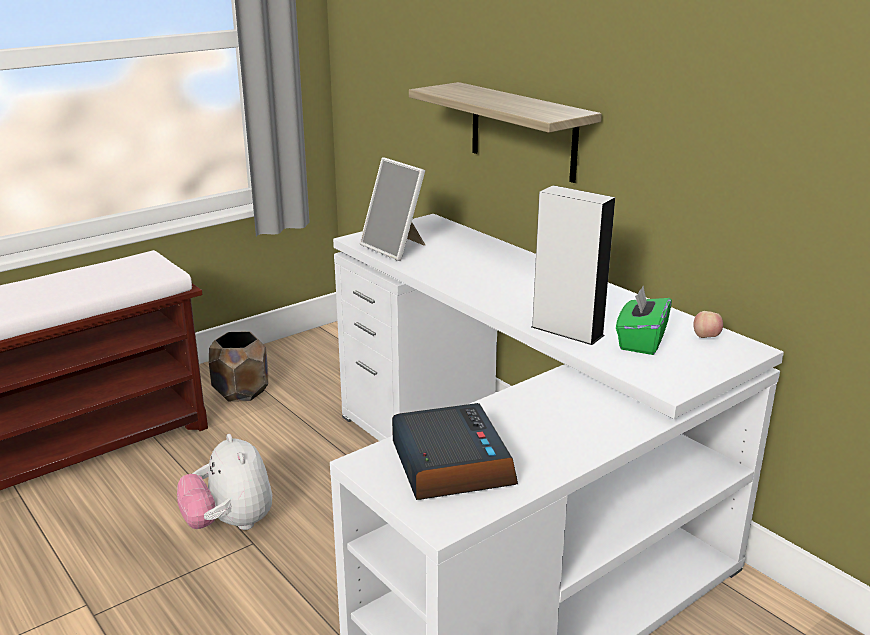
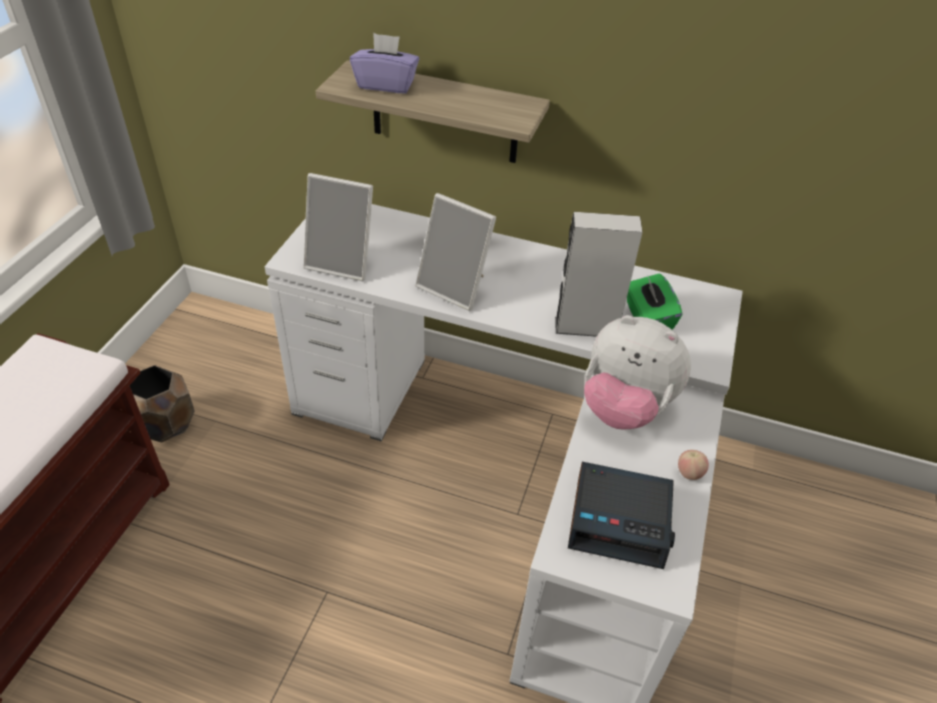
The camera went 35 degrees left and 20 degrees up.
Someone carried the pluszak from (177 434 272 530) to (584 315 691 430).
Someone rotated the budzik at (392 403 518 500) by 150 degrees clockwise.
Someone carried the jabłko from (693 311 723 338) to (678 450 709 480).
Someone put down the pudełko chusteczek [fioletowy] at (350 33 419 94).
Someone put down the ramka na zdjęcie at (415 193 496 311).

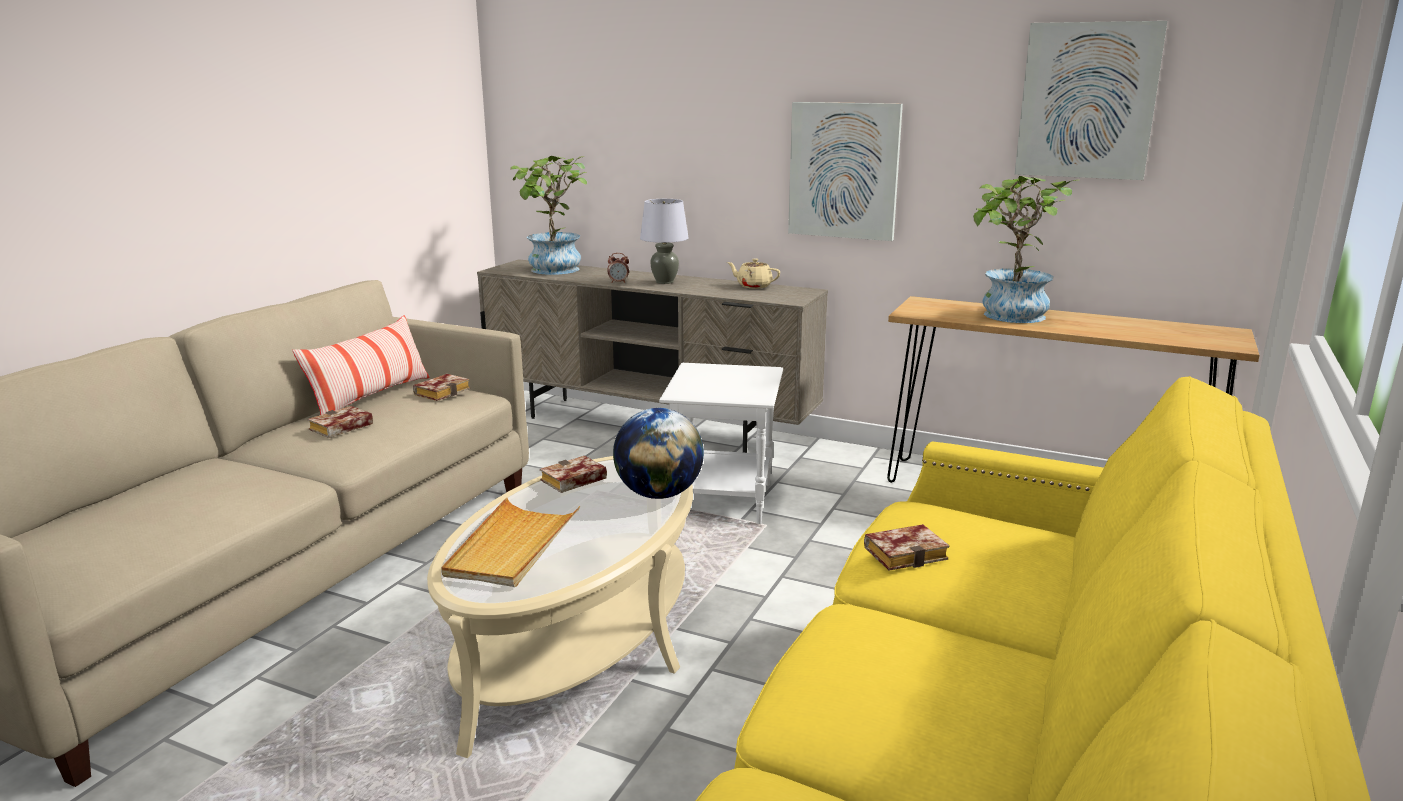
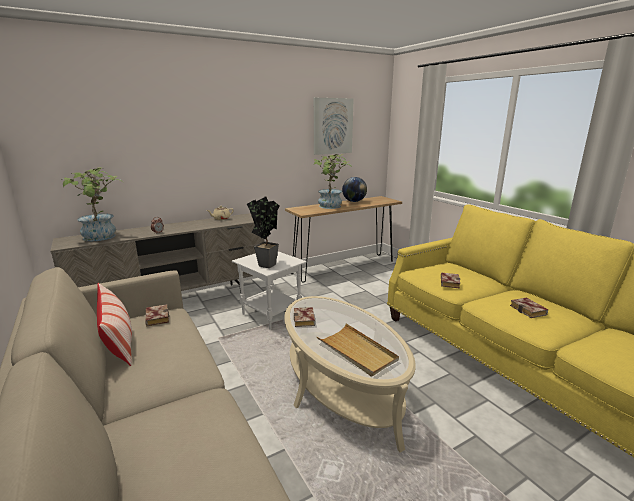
The camera went 55 degrees left and 0 degrees up.
Someone carried the książka from (307 406 373 438) to (510 298 548 318).
Someone carried the globus from (613 408 704 499) to (342 177 367 202).
Someone took away the lampa stołowa [szary] at (640 199 689 284).
Someone took away the obraz at (788 102 903 241).
Someone put down the roślina doniczkowa at (247 197 280 268).

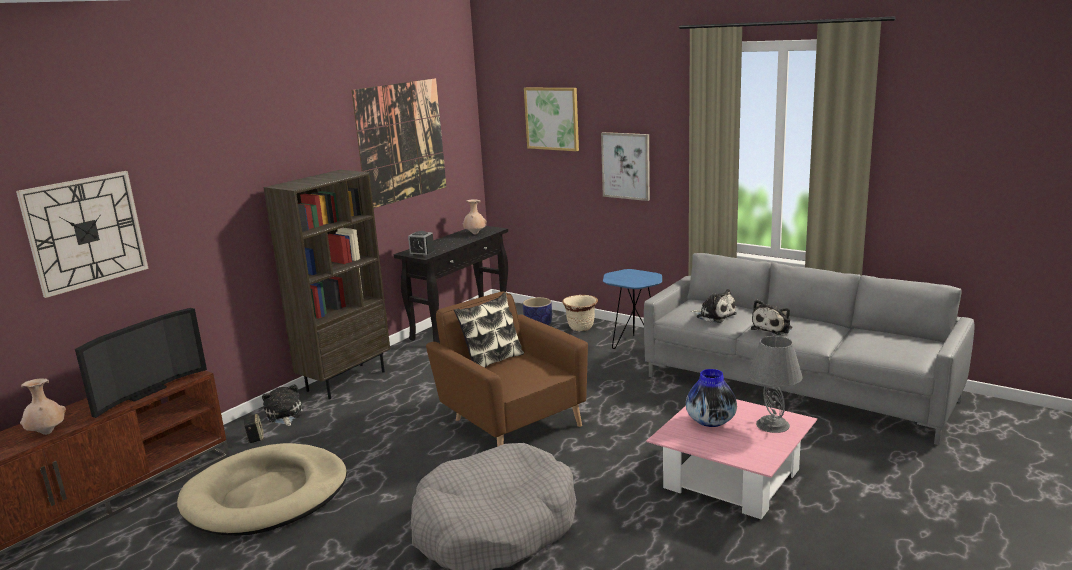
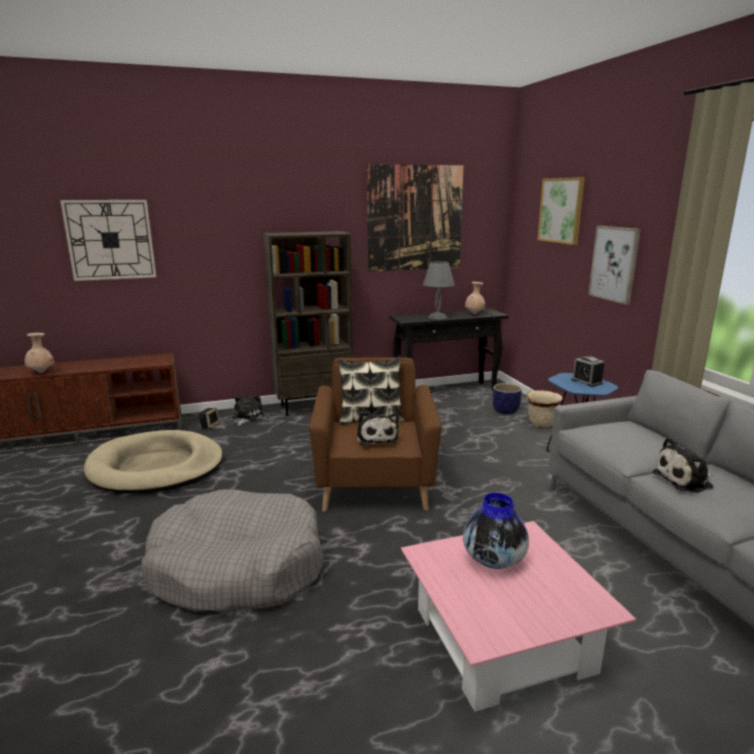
The camera went 35 degrees right and 0 degrees up.
Someone took away the telewizor at (75 308 207 418).
Someone carried the budzik from (408 231 436 257) to (571 356 605 387).
Someone carried the pluszak from (690 289 737 323) to (357 412 399 446).
Someone carried the lampa stołowa [szary] from (748 336 803 433) to (423 261 455 319).

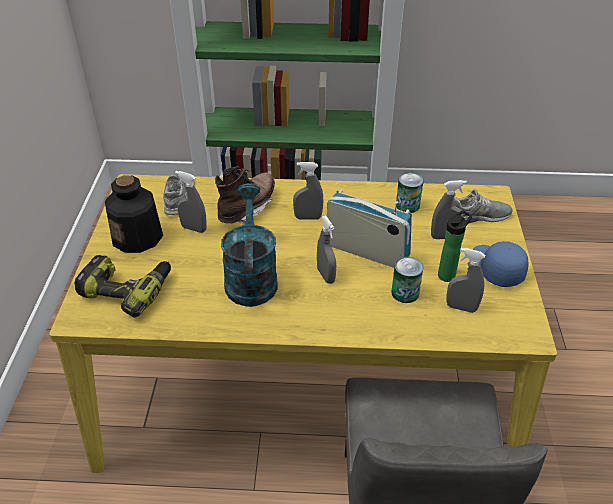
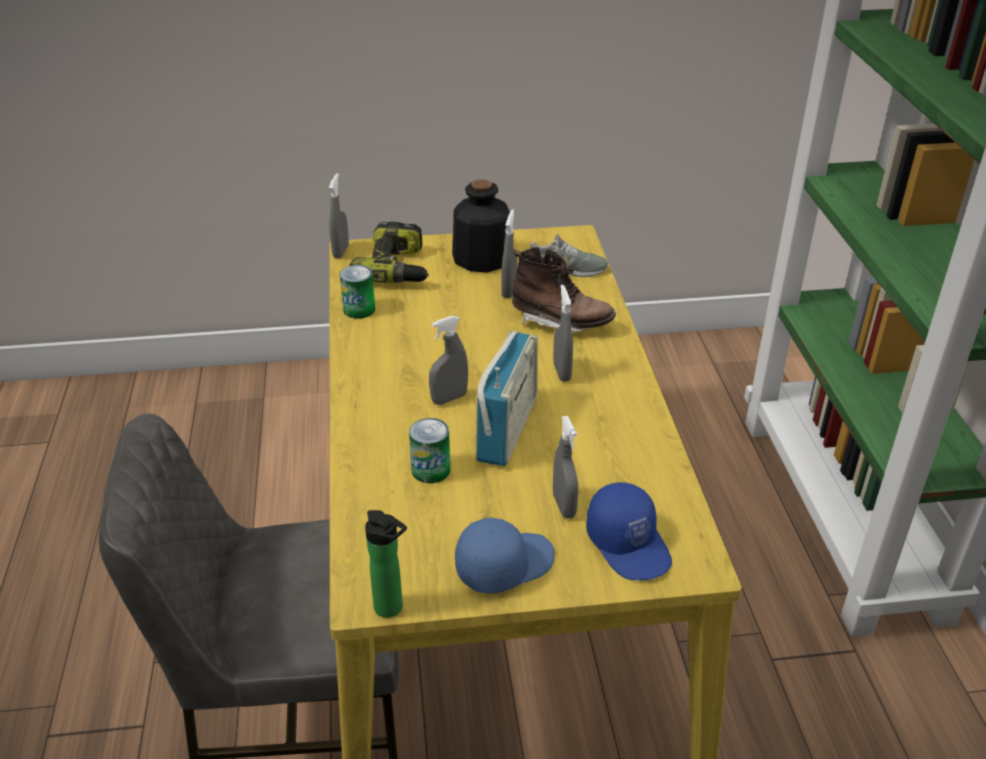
The camera went 80 degrees right and 5 degrees down.
Someone took away the konewka [turkusowy] at (221 183 278 307).
Someone carried the puszka from (396 172 424 213) to (340 265 375 319).
Someone carried the butelka from (438 210 472 282) to (365 510 407 618).
Someone carried the spryskiwacz [szary] from (446 248 485 313) to (329 173 349 258).
Someone swapped the but [szary] at (452 189 512 224) for the czapka z daszkiem [niebieski] at (586 482 672 580).

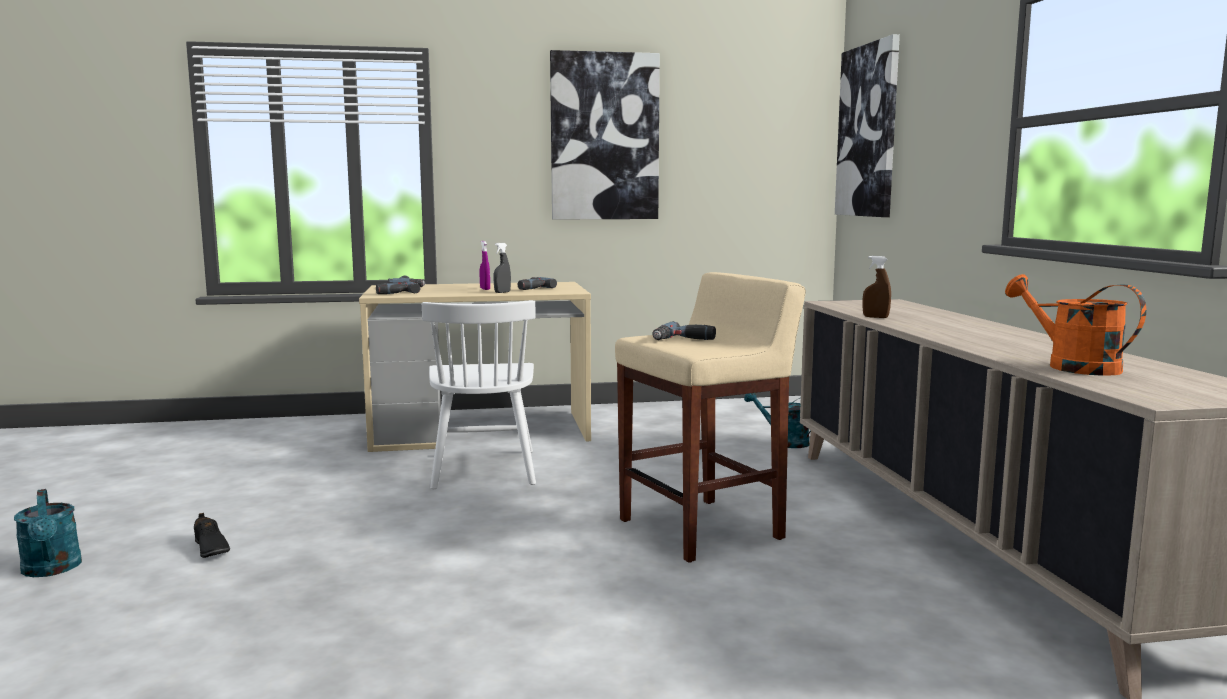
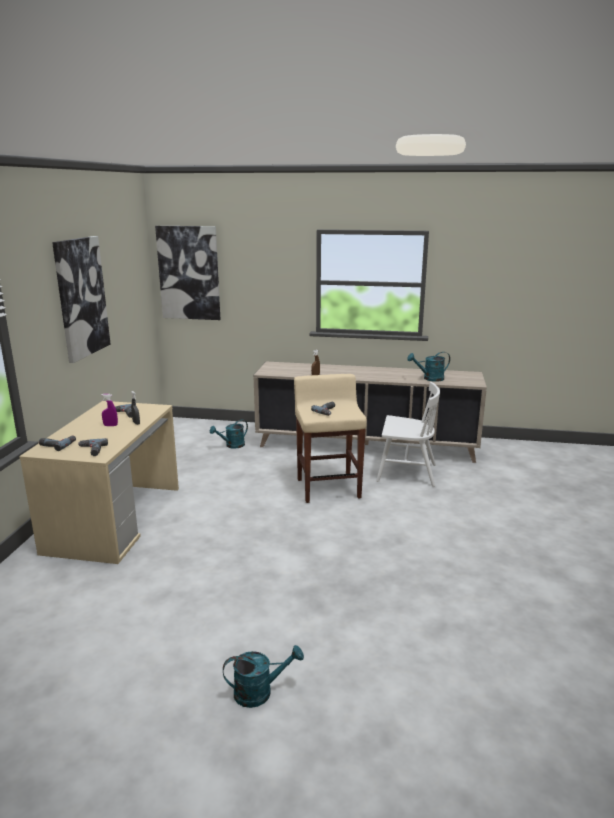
The camera went 70 degrees left and 10 degrees up.
Someone took away the but [czarny] at (194 513 230 558).
Someone carried the krzesło [biały] from (422 300 536 489) to (376 382 440 487).
Someone repainted the konewka [pomarańczowy] at (1005 274 1146 376), which became the konewka [turkusowy] at (407 352 450 382).

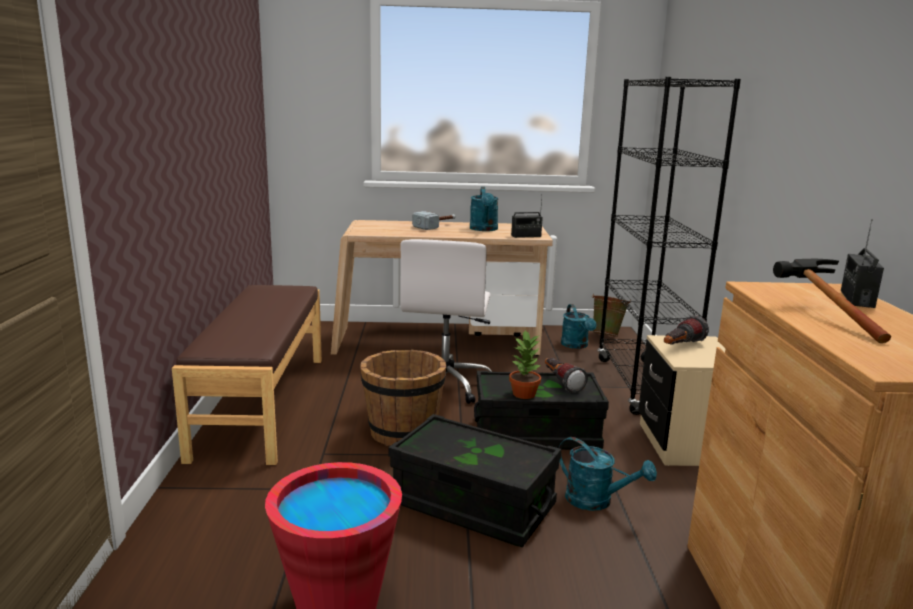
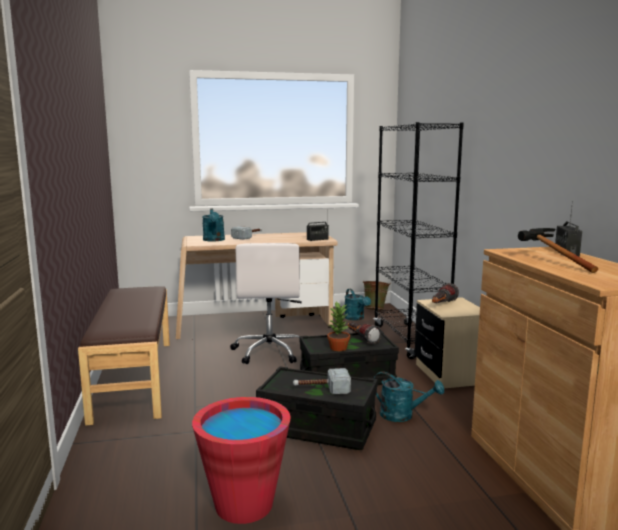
The camera went 10 degrees left and 5 degrees down.
Someone took away the wiadro [brązowy] at (360 349 446 446).
Someone carried the konewka [turkusowy] from (470 187 498 231) to (202 208 225 242).
Someone put down the młotek at (293 368 351 394).

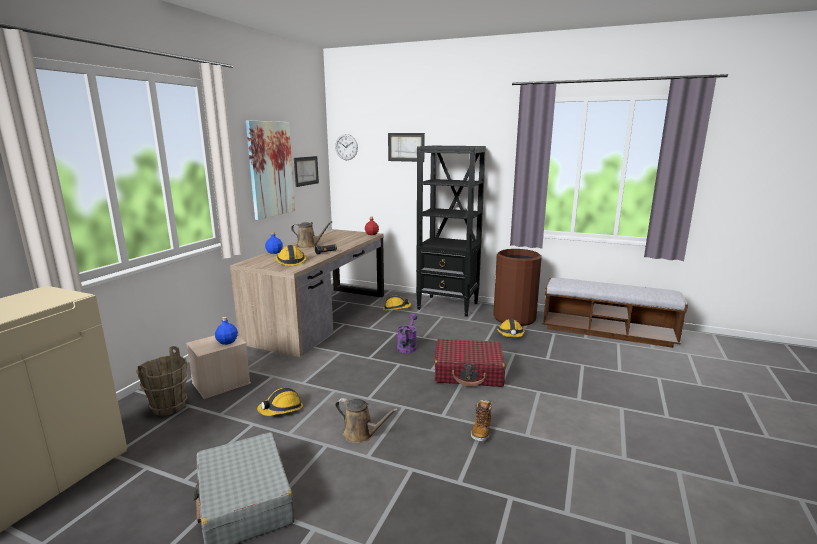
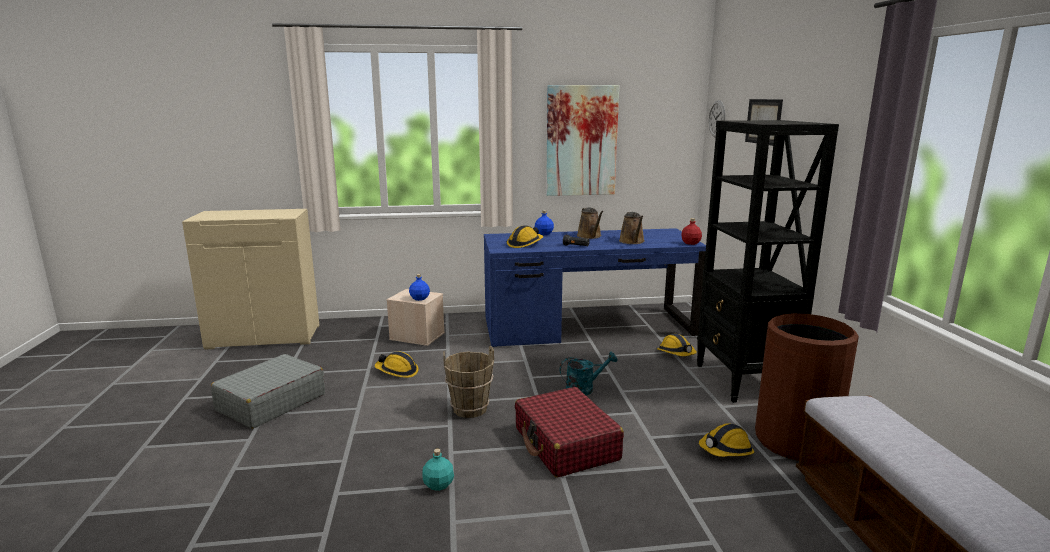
The camera went 60 degrees right and 0 degrees up.
Someone carried the wiadro [brązowy] from (136 346 188 416) to (443 346 494 418).
Someone repainted the biurko [brązowy] at (230 229 384 357), which became the biurko [niebieski] at (484 228 706 347).
Someone took away the obraz at (294 156 319 187).
Someone carried the konewka [brązowy] from (335 398 399 443) to (619 212 645 244).
Someone repainted the konewka [fioletowy] at (397 314 417 353), which became the konewka [turkusowy] at (559 352 618 395).
Someone swapped the but z cholewką at (471 400 492 442) for the butelka [turkusowy] at (422 449 454 491).

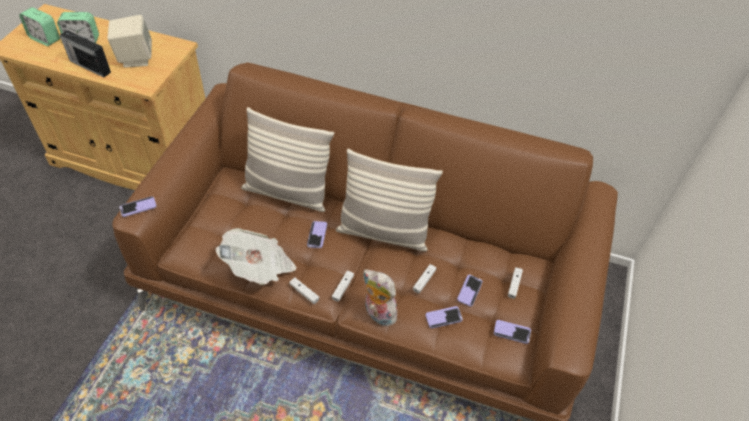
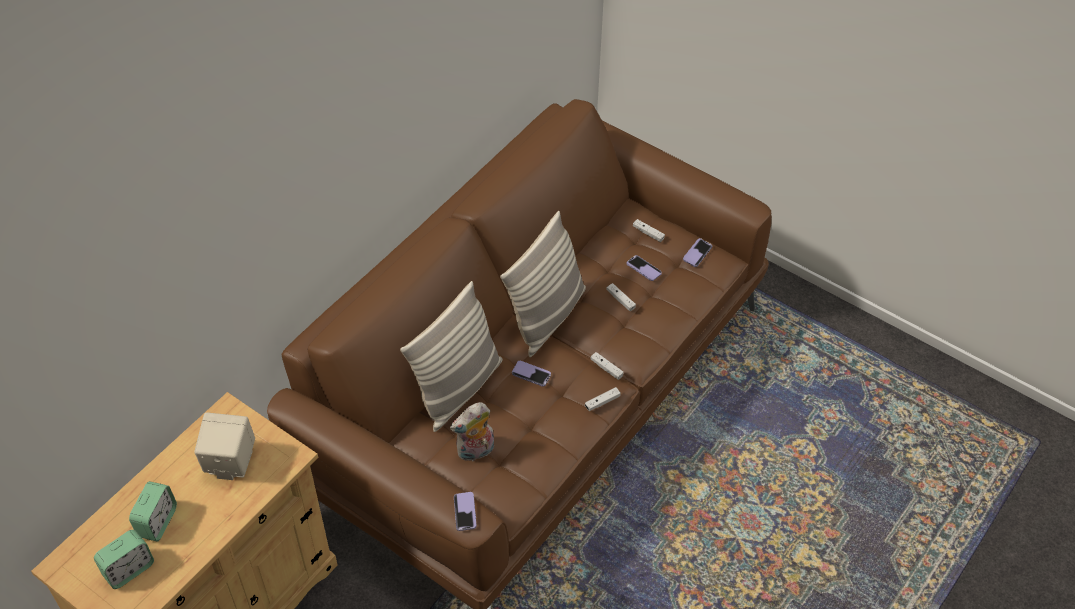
The camera went 70 degrees left and 0 degrees up.
Someone took away the radio at (60 30 111 78).
Someone took away the gazeta at (215 228 296 285).
Someone carried the pluszak from (363 269 401 327) to (450 402 494 461).
Someone took away the telefon at (425 306 463 328).

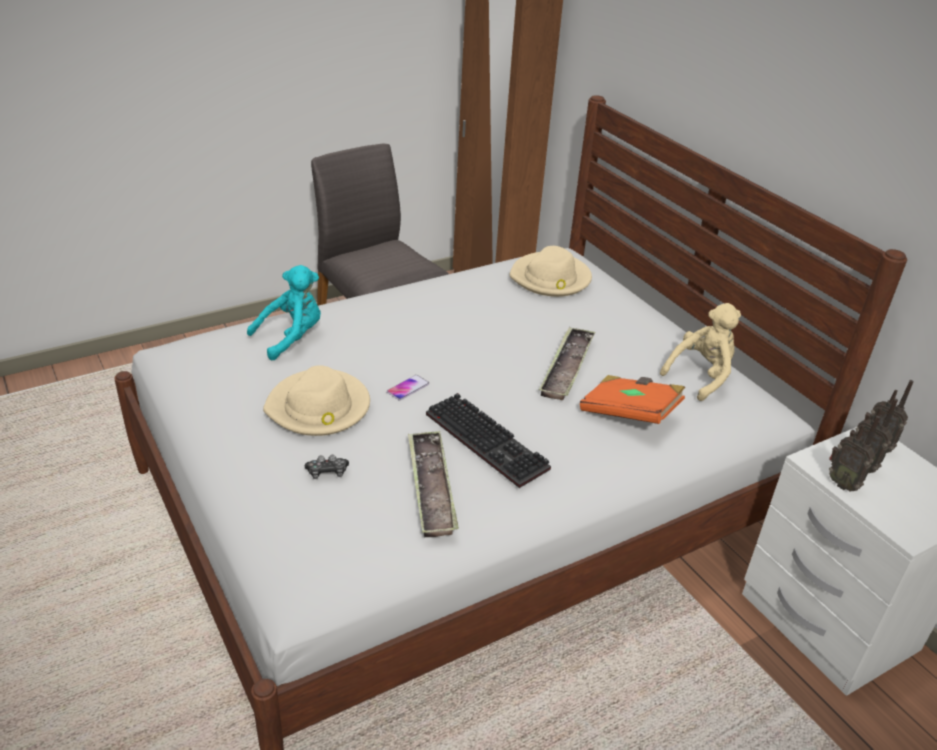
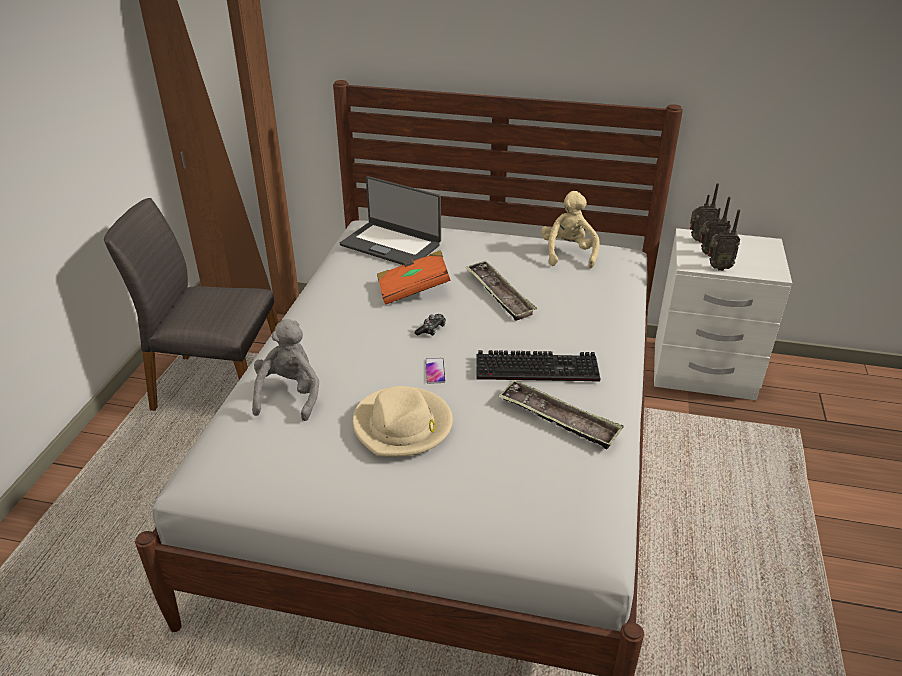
The camera went 45 degrees left and 0 degrees up.
Someone repainted the pluszak [turkusowy] at (247 265 321 360), which became the pluszak [szary] at (252 319 319 421).
Someone carried the pad do gier from (304 455 349 479) to (415 314 446 336).
Someone swapped the kapelusz [beżowy] at (510 246 592 297) for the laptop at (340 176 441 265).
Someone carried the książka [pomarańczowy] from (580 375 685 424) to (377 250 451 305).

